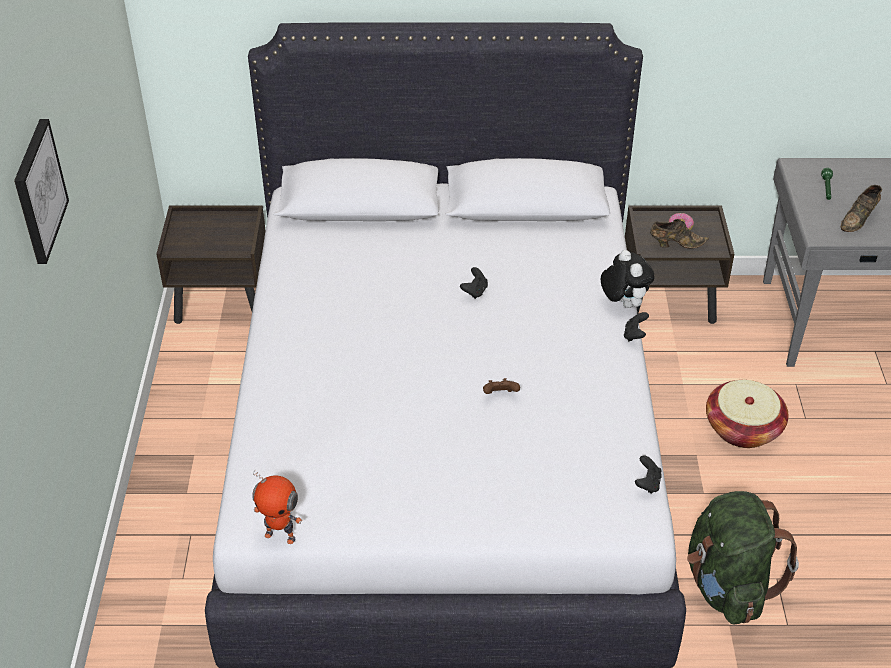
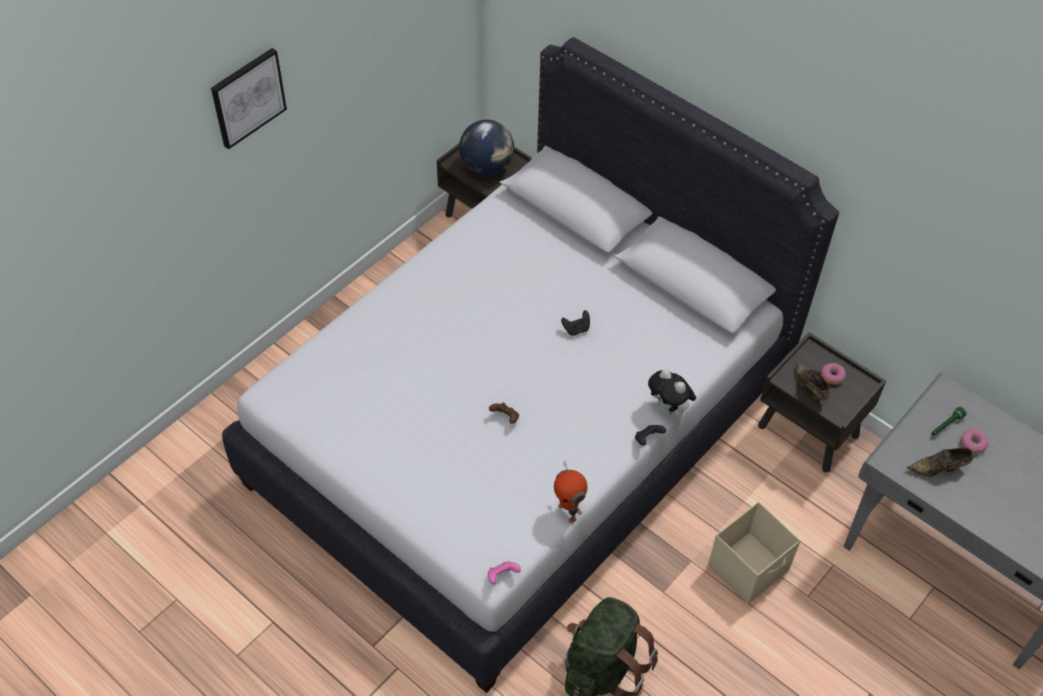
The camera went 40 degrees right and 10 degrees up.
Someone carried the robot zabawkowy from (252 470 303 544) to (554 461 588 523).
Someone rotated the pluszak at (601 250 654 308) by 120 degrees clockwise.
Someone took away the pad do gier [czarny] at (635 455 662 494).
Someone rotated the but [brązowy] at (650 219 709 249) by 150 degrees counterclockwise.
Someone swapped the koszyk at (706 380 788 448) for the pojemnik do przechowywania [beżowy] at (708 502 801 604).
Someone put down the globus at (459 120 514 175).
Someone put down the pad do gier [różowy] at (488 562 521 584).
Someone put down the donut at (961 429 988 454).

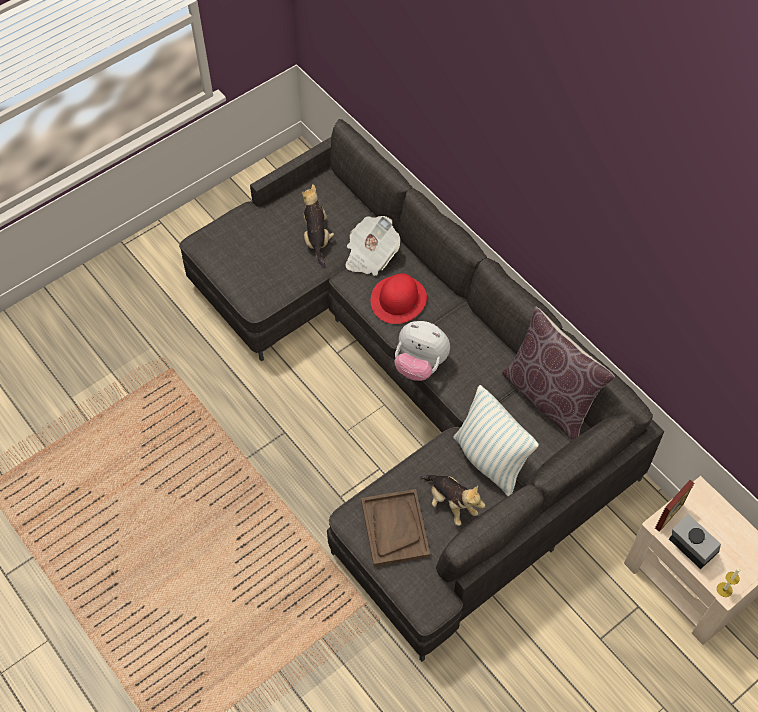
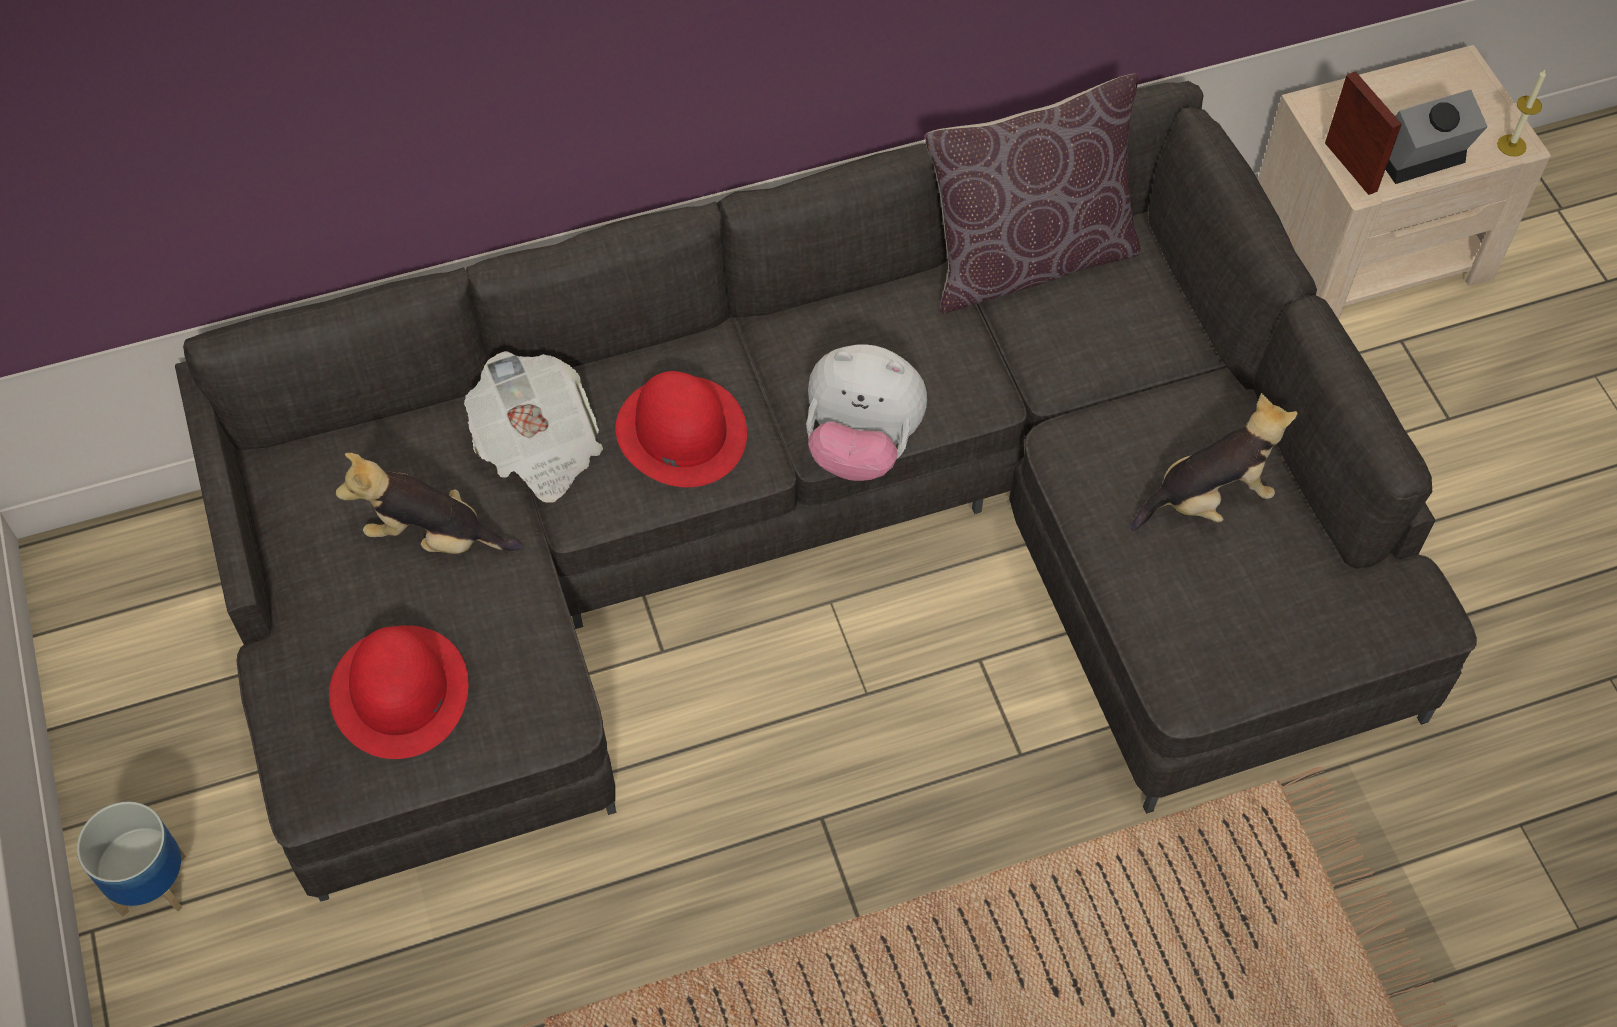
The camera went 70 degrees left and 0 degrees up.
Someone took away the taca [brązowy] at (361 489 430 567).
Someone rotated the pluszak at (395 321 450 381) by 60 degrees clockwise.
Someone took away the poduszka at (453 385 539 496).
Someone put down the donica at (77 802 186 917).
Someone put down the kapelusz [czerwony] at (329 625 468 759).

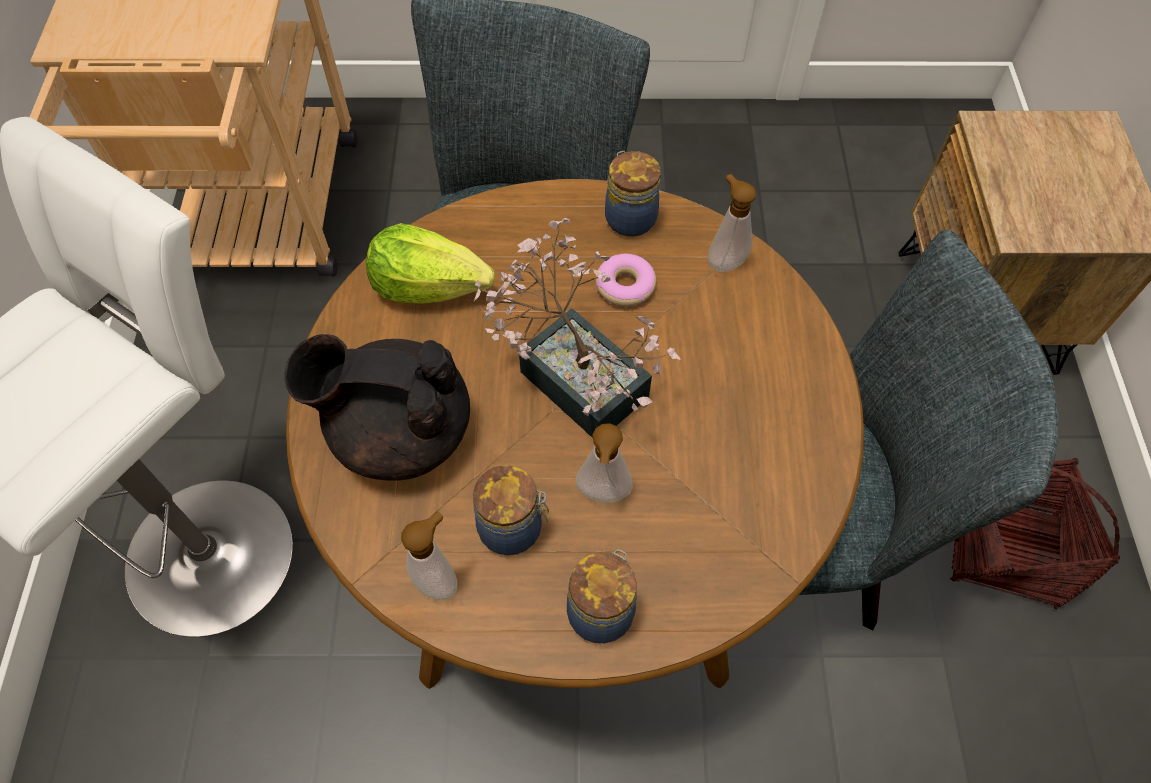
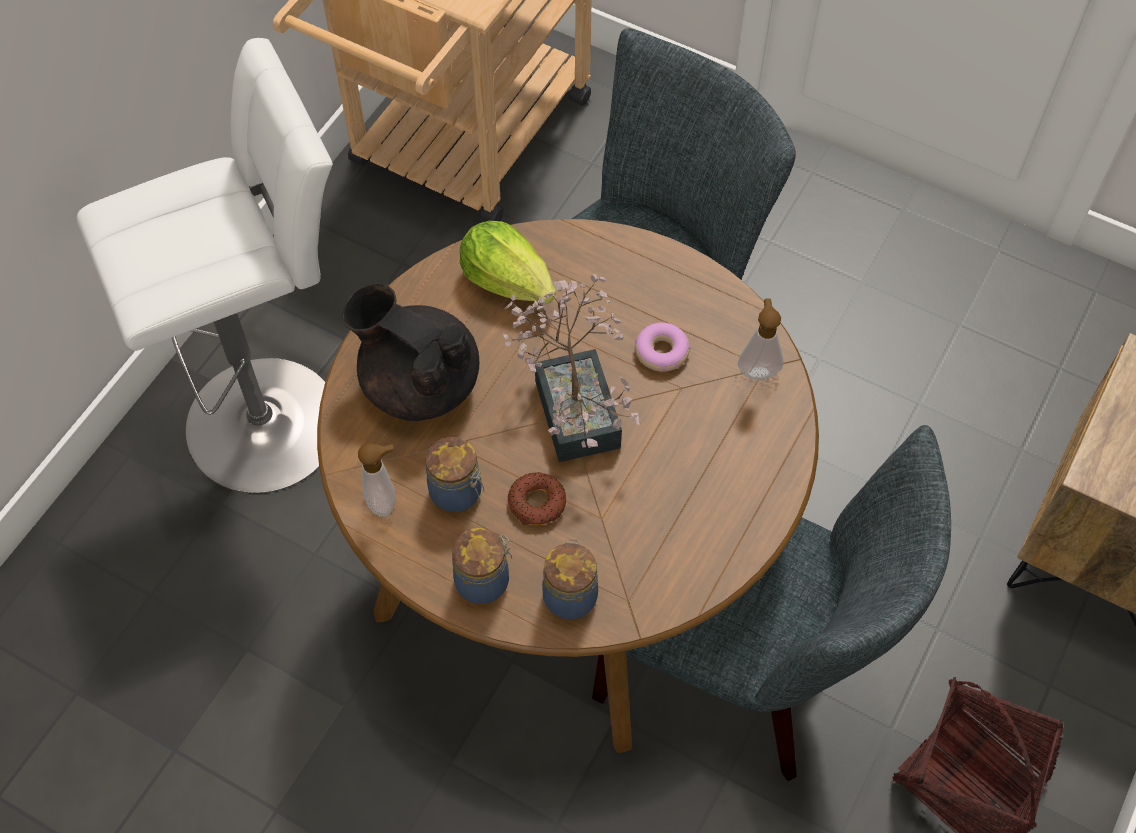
The camera went 30 degrees right and 0 degrees up.
Someone swapped the dozownik mydła at (576 423 633 503) for the donut at (508 472 566 525).
Someone carried the słoik from (605 151 661 237) to (542 539 598 620).

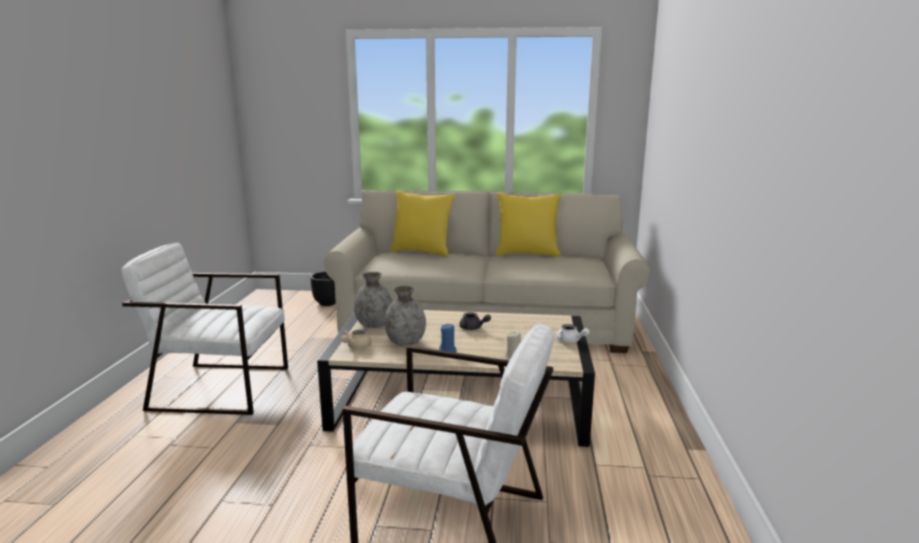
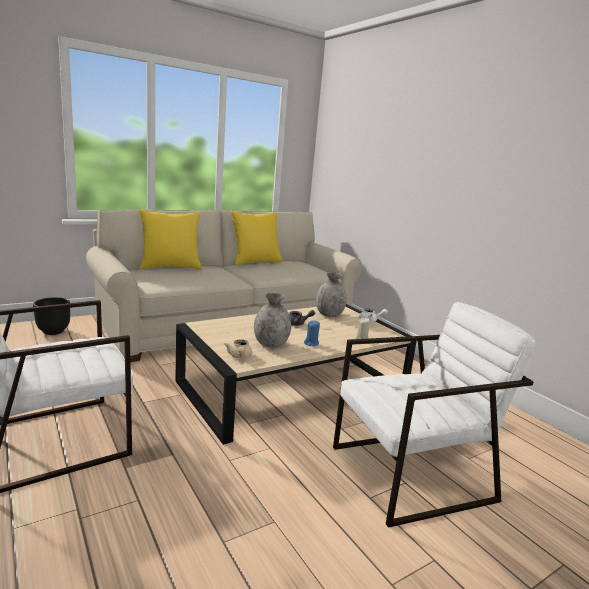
The camera went 40 degrees left and 0 degrees up.
Someone carried the wazon [szary] from (354 272 392 328) to (316 272 347 317).

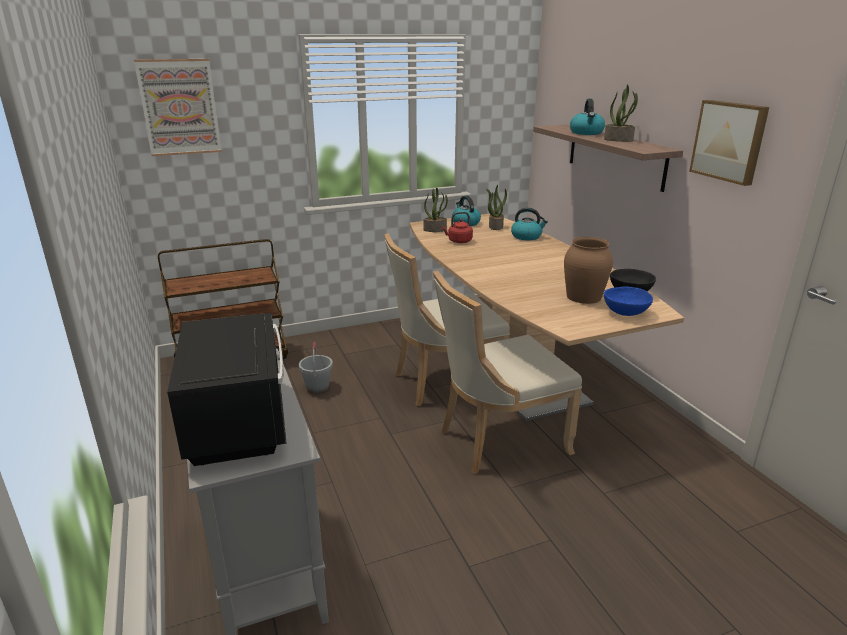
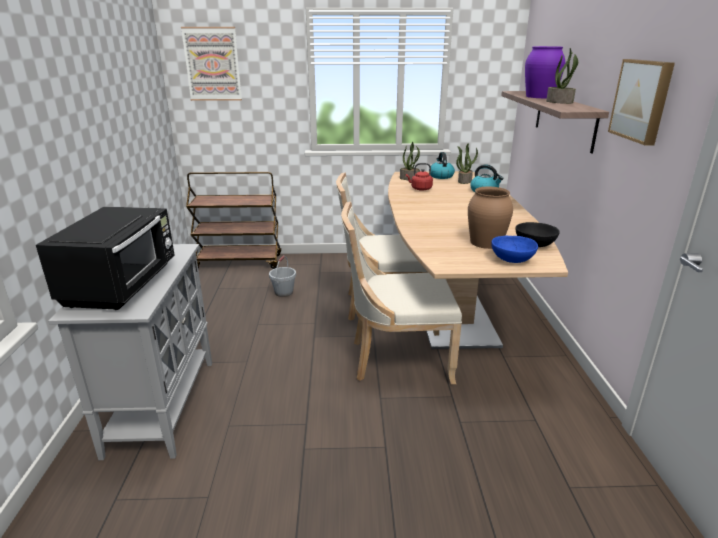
The camera went 20 degrees right and 0 degrees up.
Someone swapped the czajnik at (570 99 605 135) for the wazon [fioletowy] at (525 46 565 98).

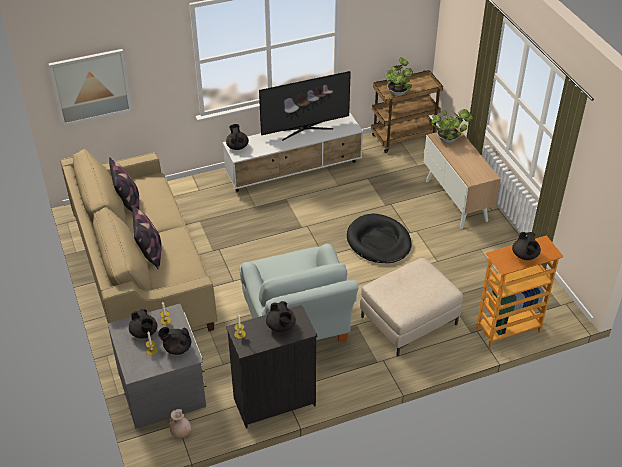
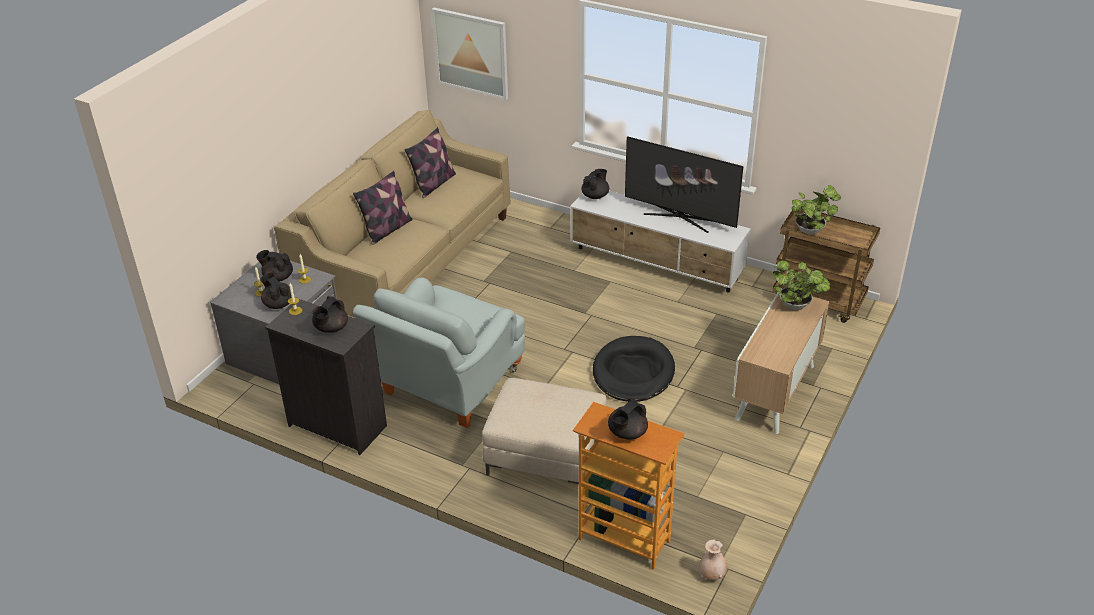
The camera went 50 degrees right and 5 degrees down.
Someone rotated the imbryk [czarny] at (129 309 157 339) by 90 degrees clockwise.
Someone carried the wazon [beżowy] from (169 409 191 438) to (699 540 727 580).

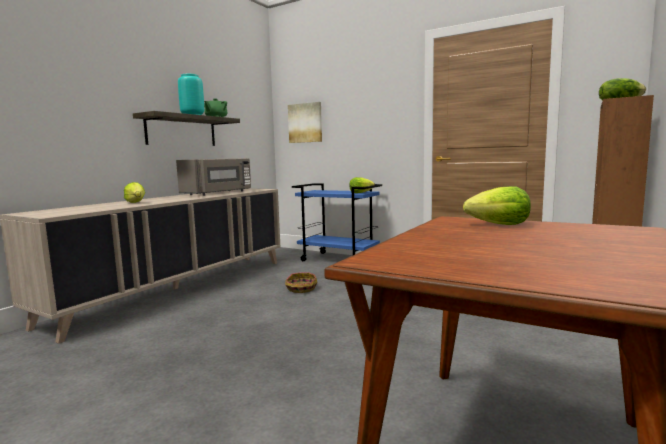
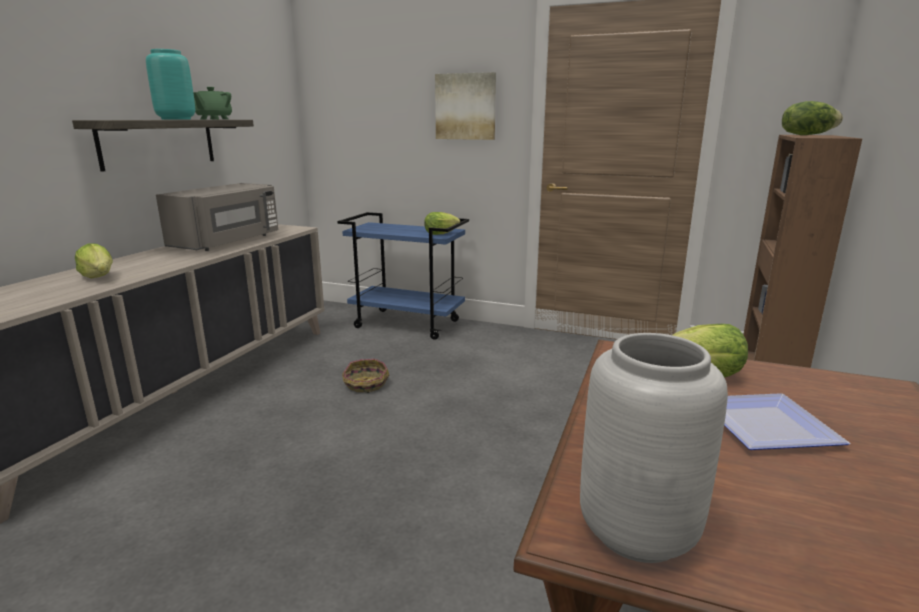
The camera went 10 degrees left and 10 degrees up.
Someone carried the obraz from (288 102 322 143) to (435 72 496 140).
Someone put down the wazon [szary] at (580 333 728 563).
Someone put down the talerz at (724 393 850 450).

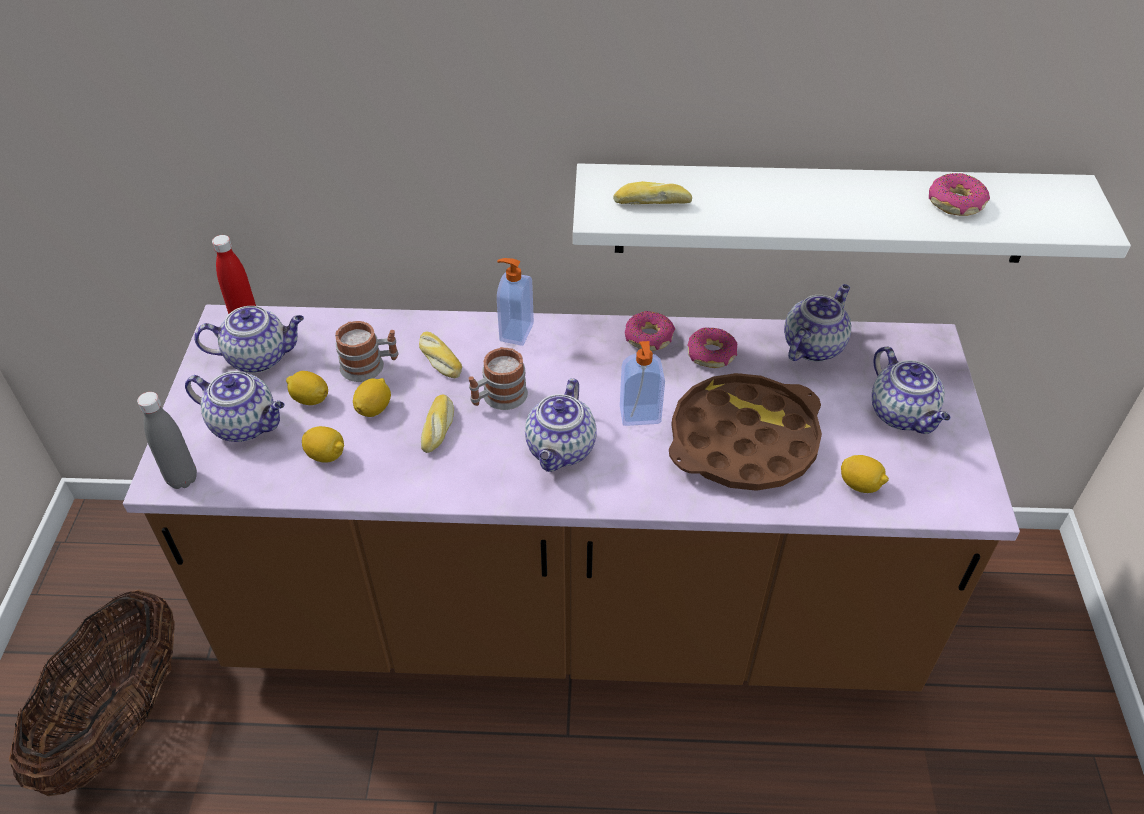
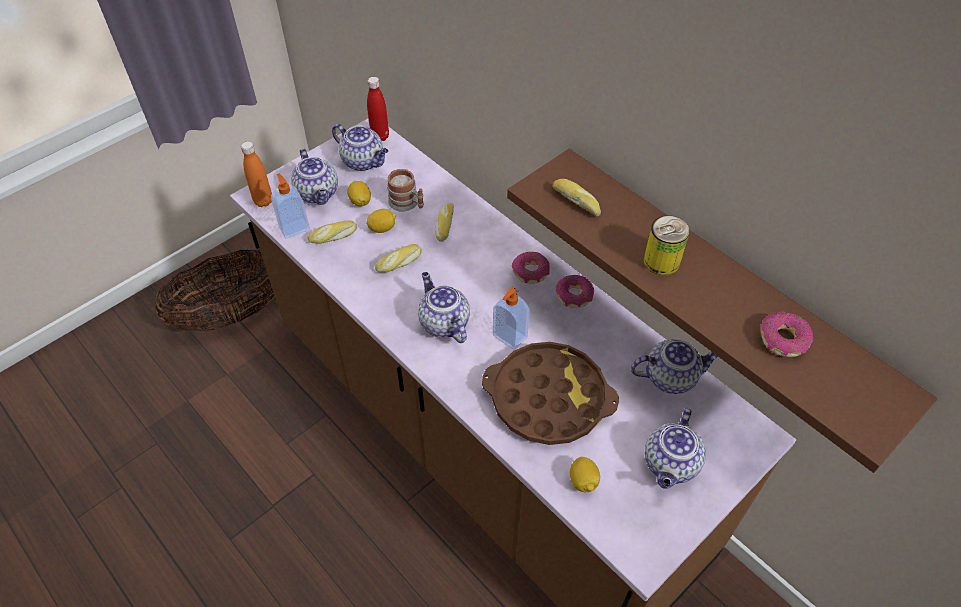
The camera went 45 degrees right and 5 degrees up.
Someone repainted the butelka [szary] at (137 392 197 489), which became the butelka [pomarańczowy] at (241 141 272 207).
Someone swapped the cytryna at (302 426 344 463) for the chleb at (308 220 357 244).
Someone took away the kubek at (469 347 528 410).
Someone carried the dozownik mydła from (497 258 534 346) to (271 174 310 238).
Someone rotated the imbryk at (525 378 597 472) by 90 degrees clockwise.
Someone repainted the półka [biały] at (573 163 1131 263), which became the półka [brązowy] at (507 149 937 473).
Someone carried the donut from (687 328 737 368) to (512 252 550 284).
Someone put down the puszka at (644 215 690 276).

